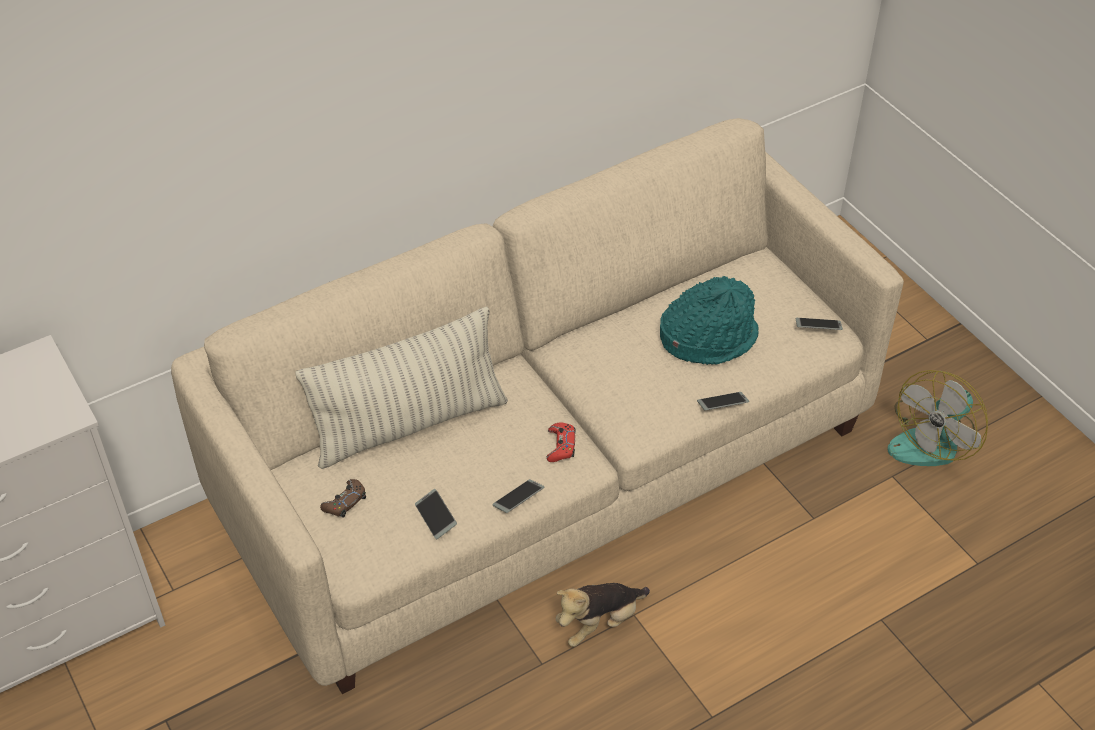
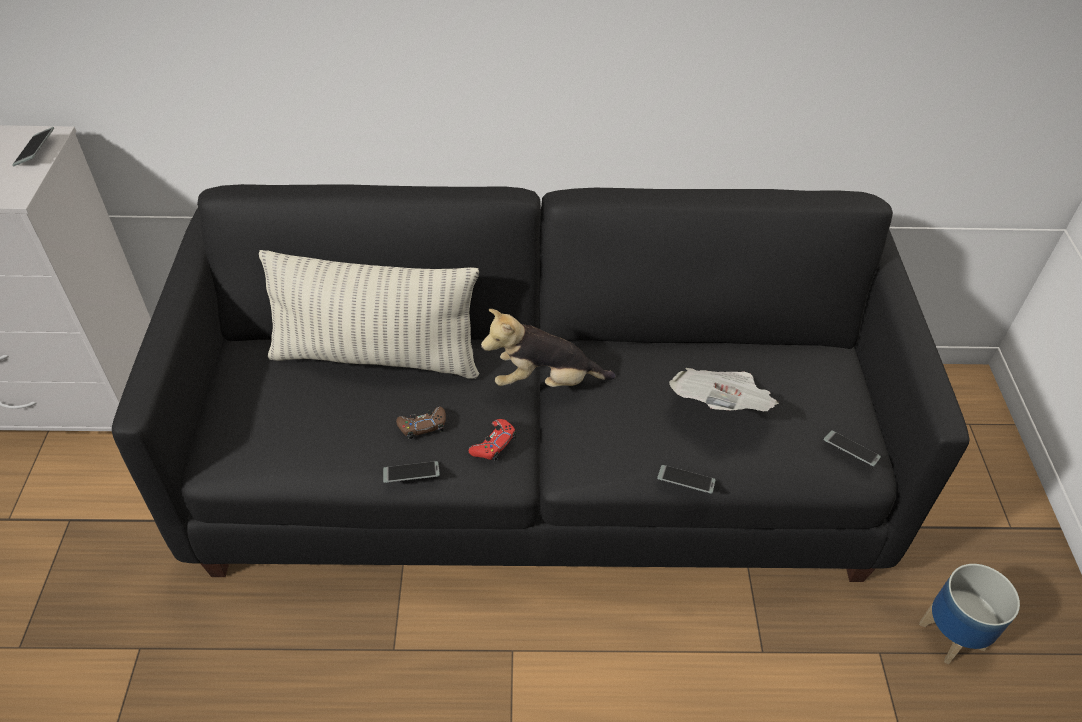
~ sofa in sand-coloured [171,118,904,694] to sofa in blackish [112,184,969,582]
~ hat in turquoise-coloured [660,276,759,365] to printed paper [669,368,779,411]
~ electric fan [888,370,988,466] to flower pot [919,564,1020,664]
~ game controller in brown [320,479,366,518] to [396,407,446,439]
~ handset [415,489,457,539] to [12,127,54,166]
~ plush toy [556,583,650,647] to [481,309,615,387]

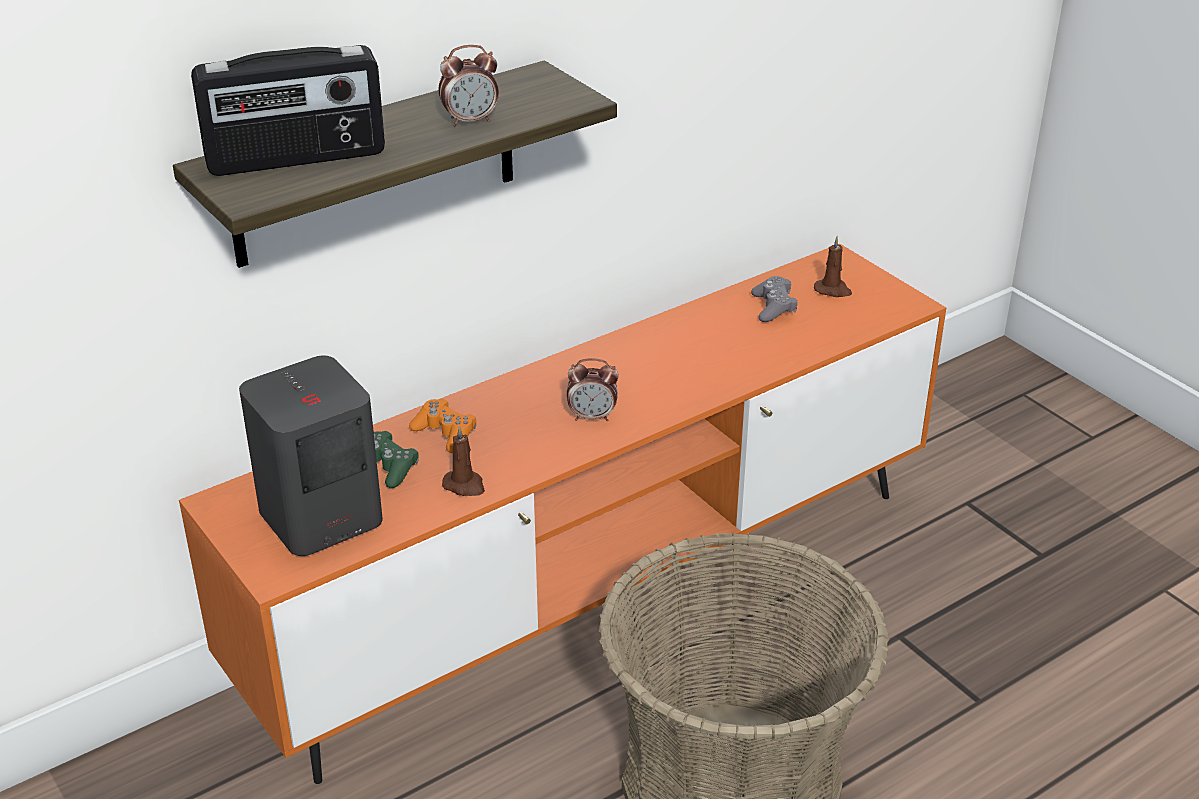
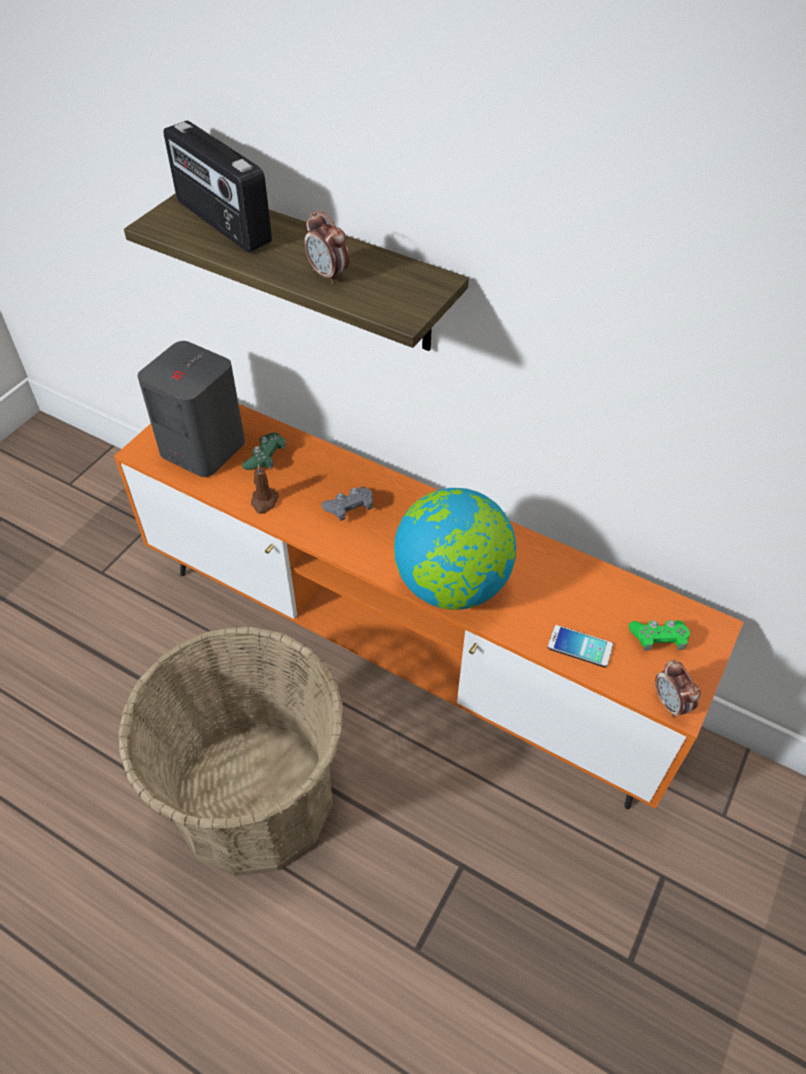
~ wax candle in brown [814,236,852,297] to game controller in greenish [629,620,690,651]
~ game controller in grey [751,276,798,322] to [322,487,373,521]
~ table clock [567,358,619,421] to [655,660,701,718]
- game controller in orange-coloured [409,398,477,453]
+ desk globe [394,488,516,610]
+ handset [548,625,613,667]

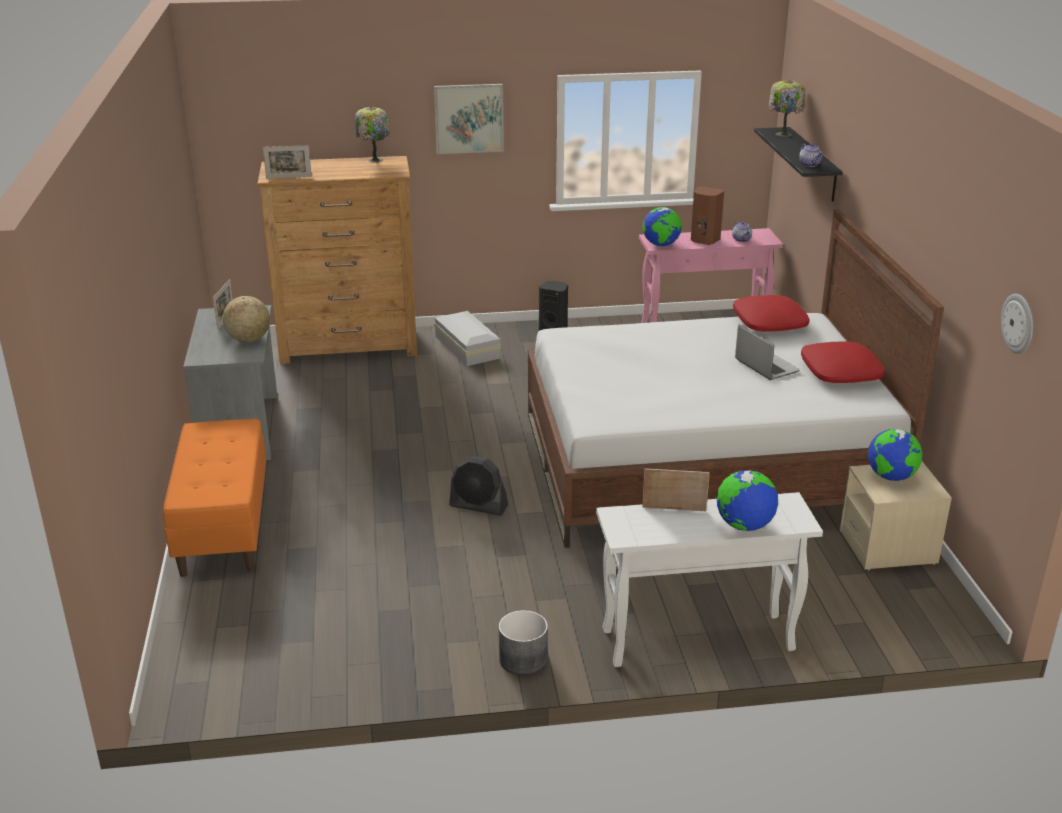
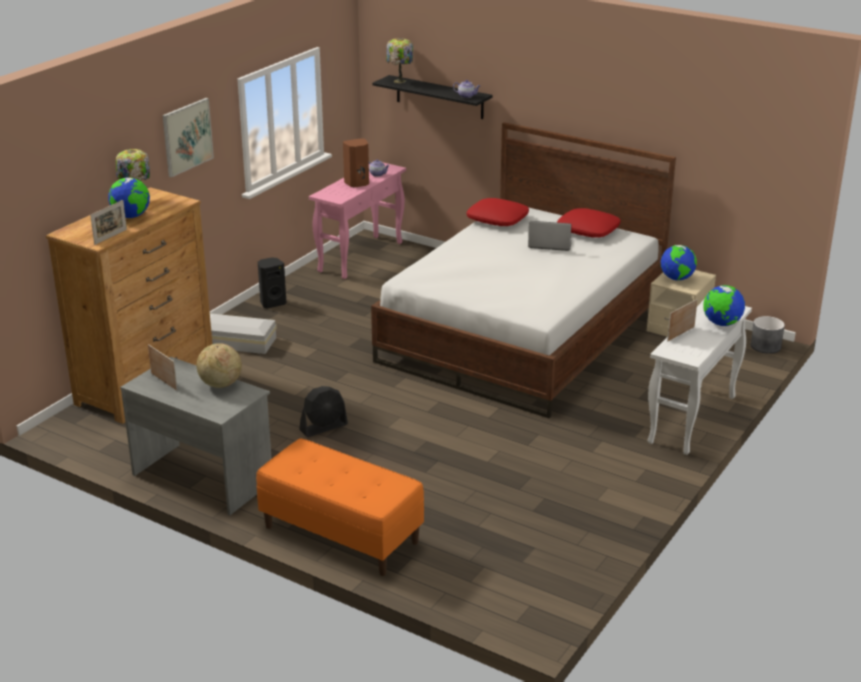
~ desk globe [643,207,682,246] to [108,177,150,218]
- wall clock [1001,294,1033,354]
~ electric fan in blackish [449,456,508,515] to [299,386,348,437]
~ flower pot in grey [499,610,548,675] to [751,316,785,354]

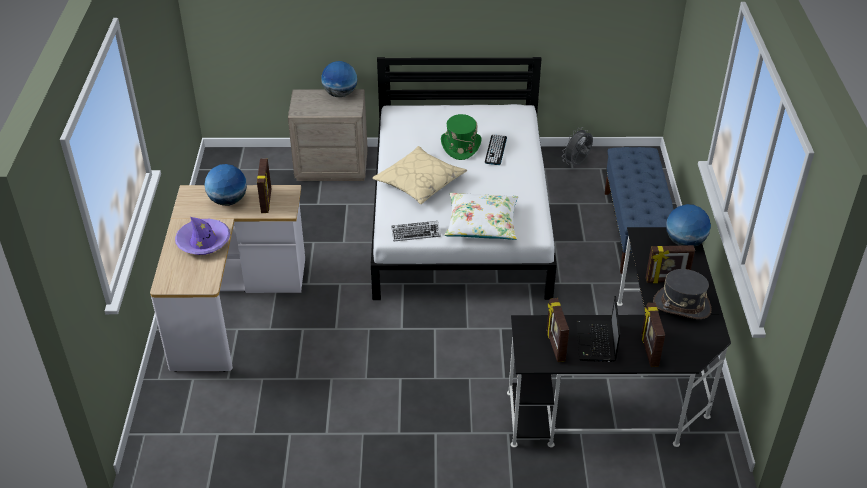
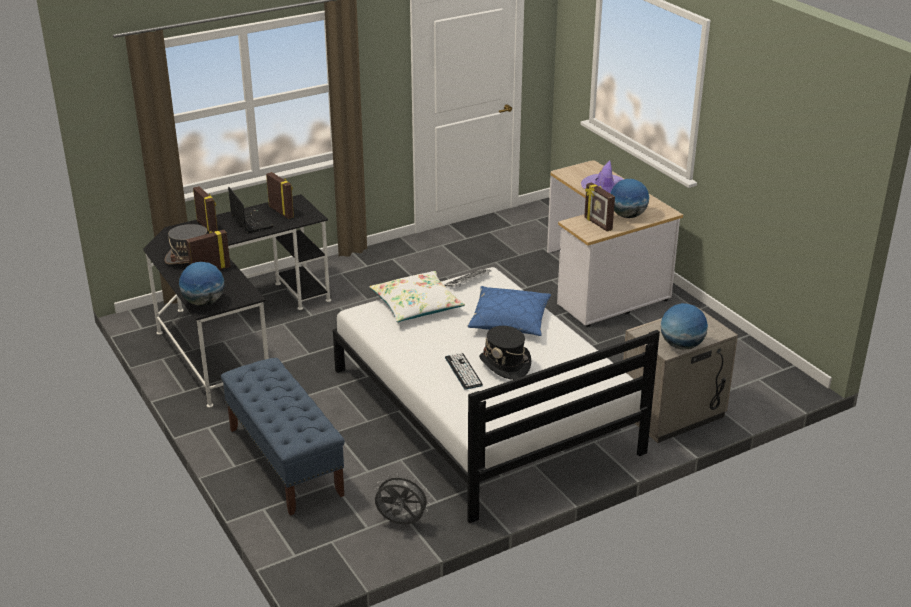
~ hat in greenish [441,114,482,160] to hat in blackish [479,326,531,380]
~ electric fan in grey [562,127,593,166] = [375,473,431,525] 90 degrees counterclockwise
~ cushion in sand-coloured [372,146,467,204] to cushion in blue [467,286,551,336]

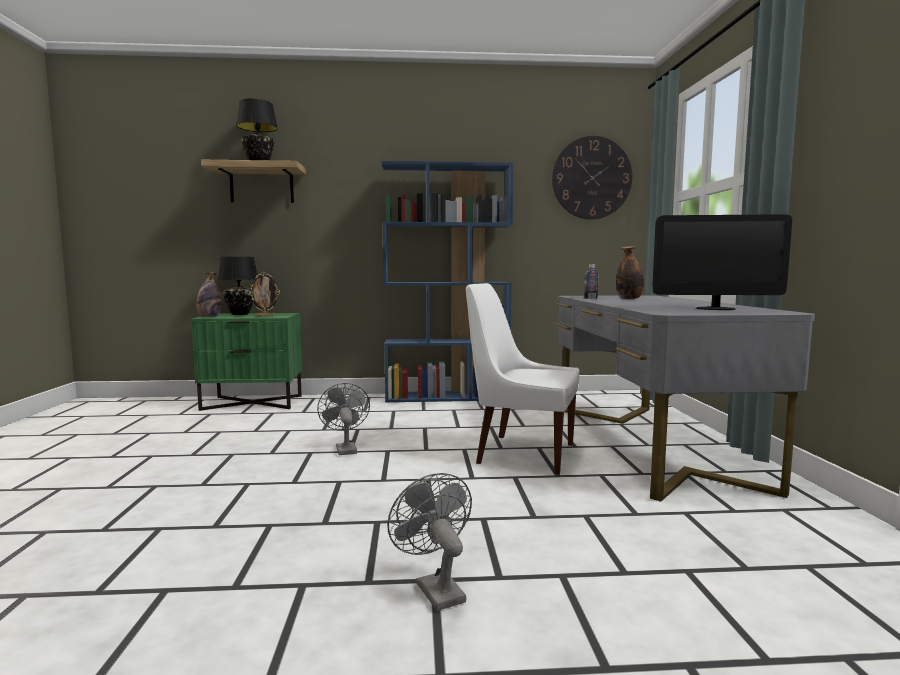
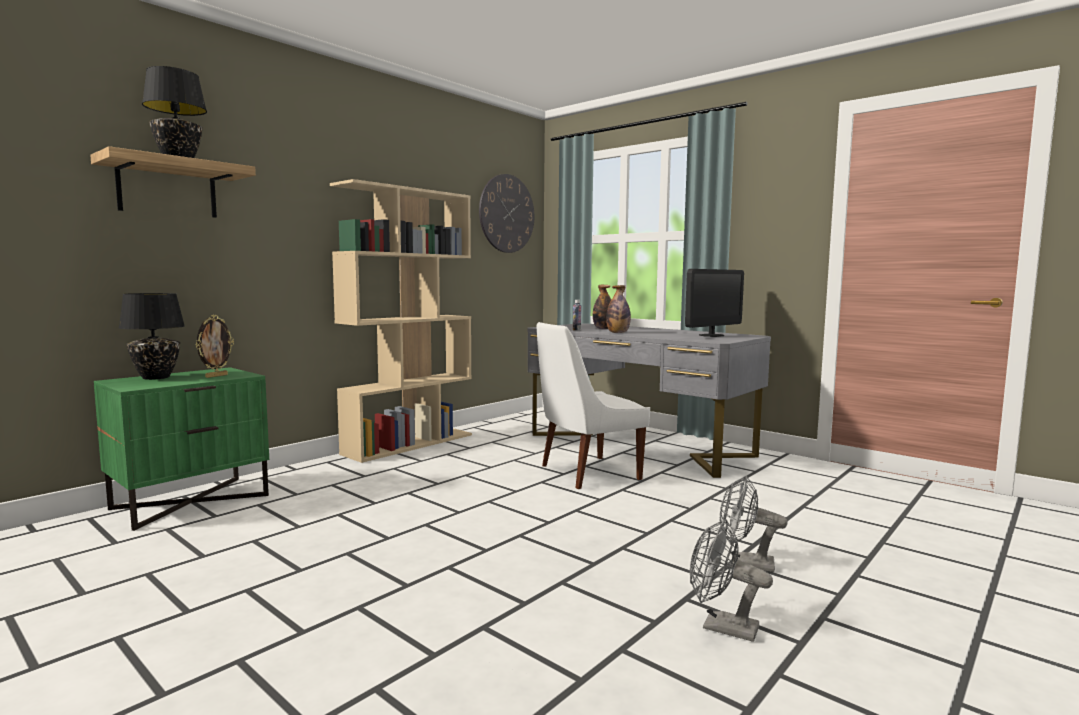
~ bookshelf in blue [382,161,514,402] to bookshelf in sand-coloured [330,179,472,463]
~ bottle [196,272,221,317] to [606,285,631,333]
~ electric fan in grey [317,383,370,455] to [690,519,773,642]

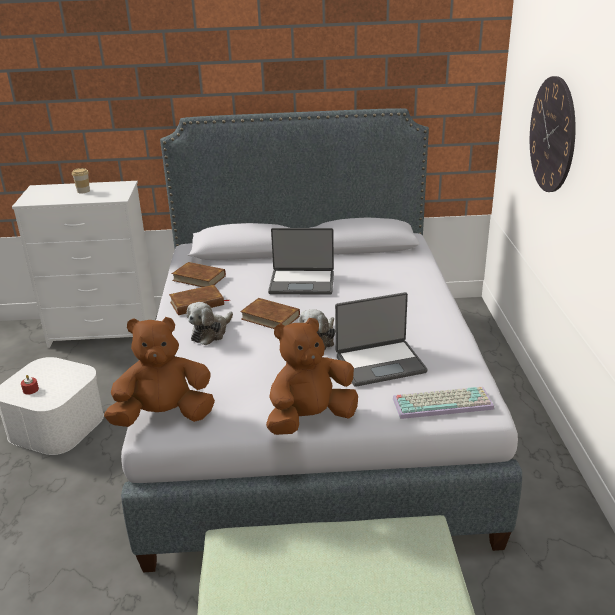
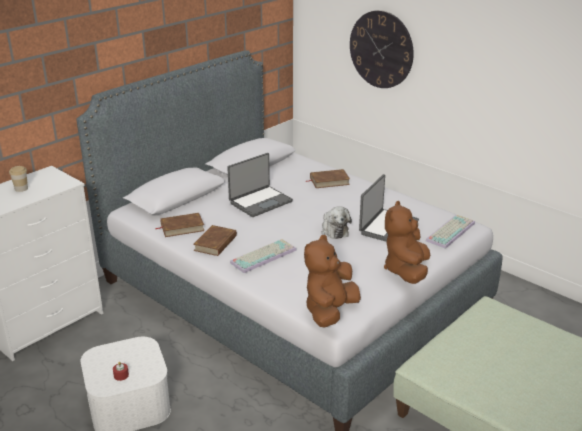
~ book in brown [240,298,300,329] to [305,169,350,188]
~ plush toy [186,302,233,345] to computer keyboard [230,239,297,273]

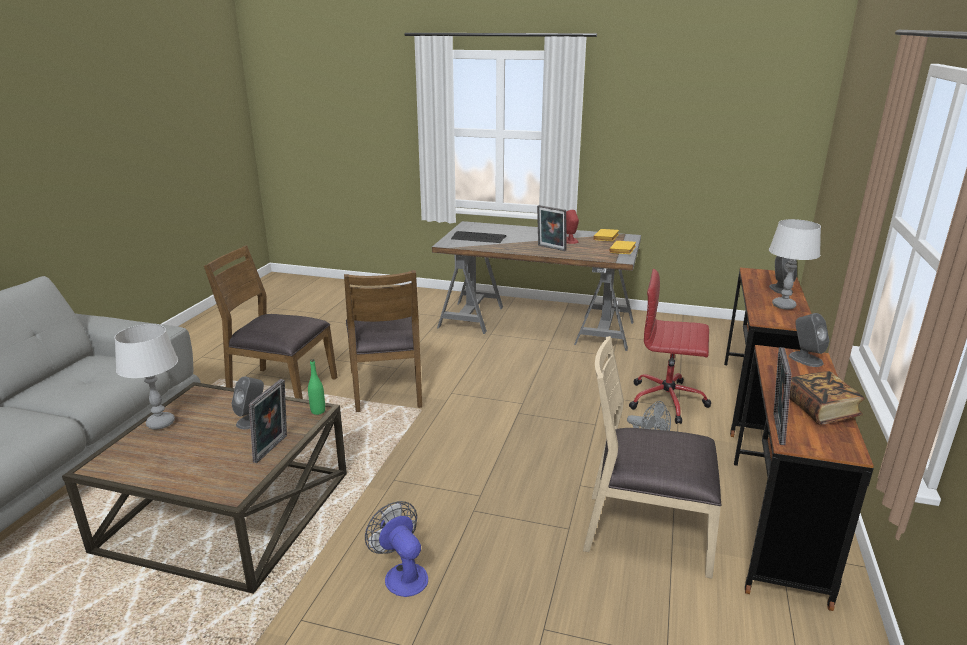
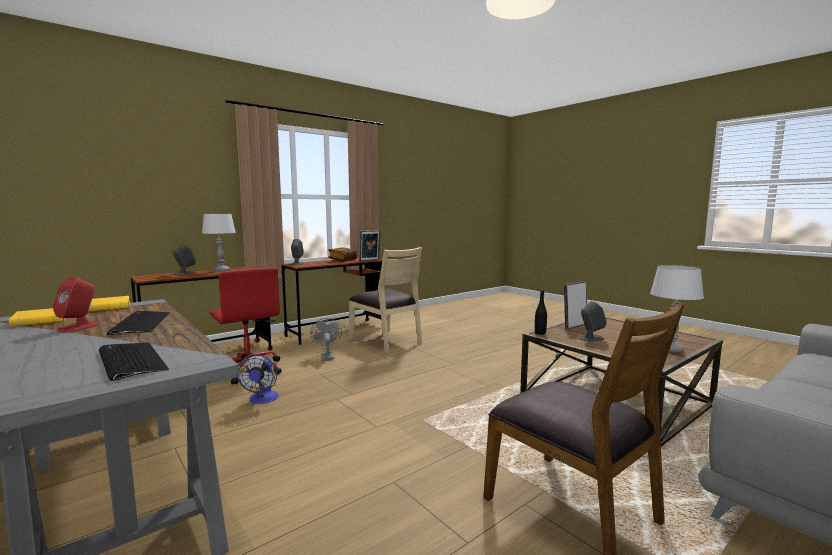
~ picture frame [537,205,566,251] to computer keyboard [107,311,170,335]
- upright chair in brown [344,270,422,412]
~ bottle in greenish [308,359,325,415] to bottle in blackish [535,290,547,335]
~ electric fan [365,501,428,597] to [237,355,279,404]

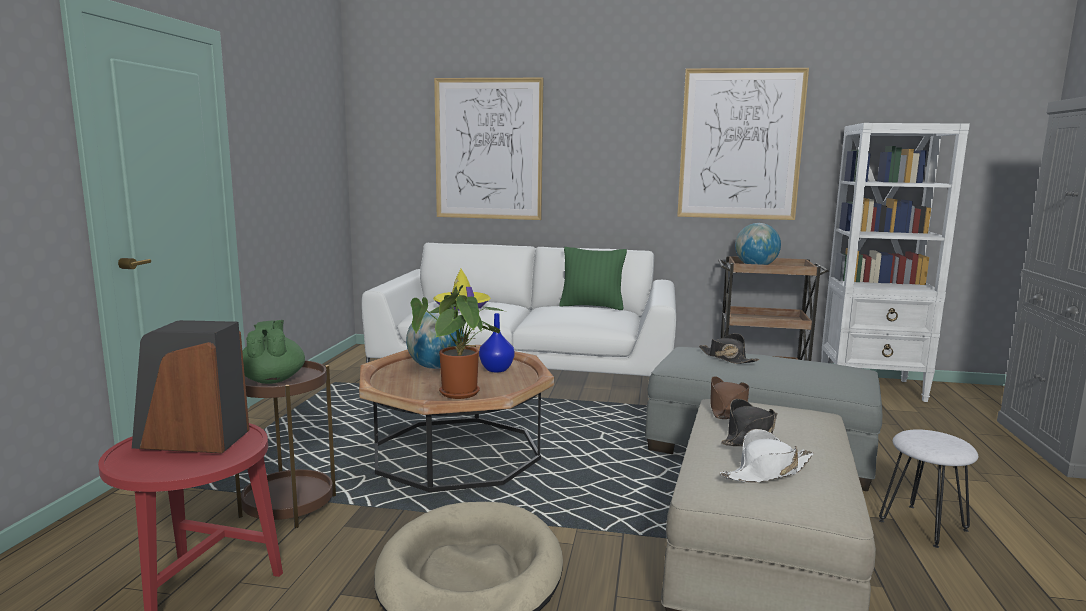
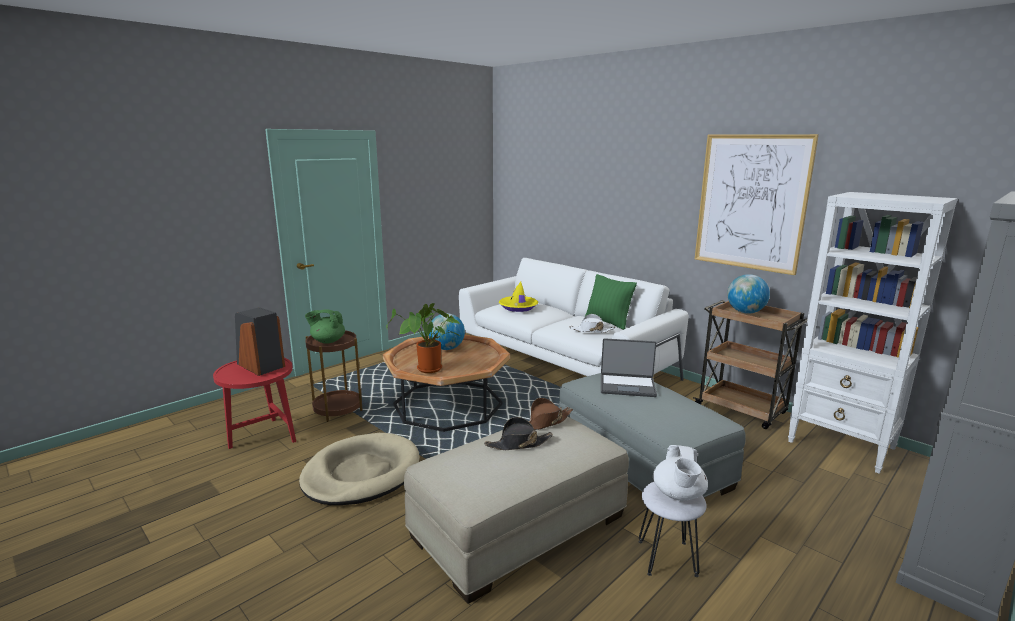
- picture [434,78,543,220]
- decorative vase in blue [479,313,514,372]
~ pot for tea in greenish [242,320,305,384] = [305,309,345,344] 105 degrees counterclockwise
~ hat in blackish [699,333,759,364] to portable computer [601,338,657,397]
~ hat in white-coloured [720,429,814,483] to [569,314,615,333]
+ pot for tea in white-coloured [653,445,708,501]

